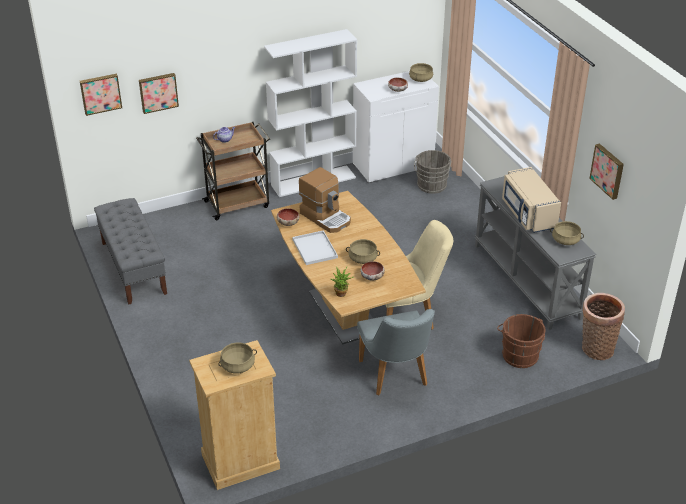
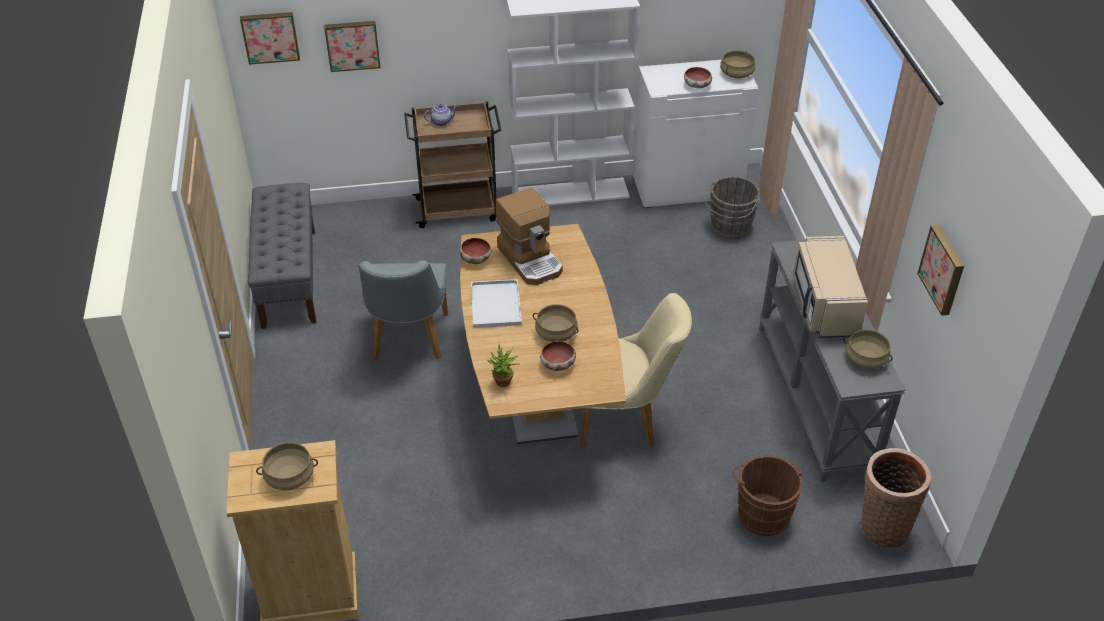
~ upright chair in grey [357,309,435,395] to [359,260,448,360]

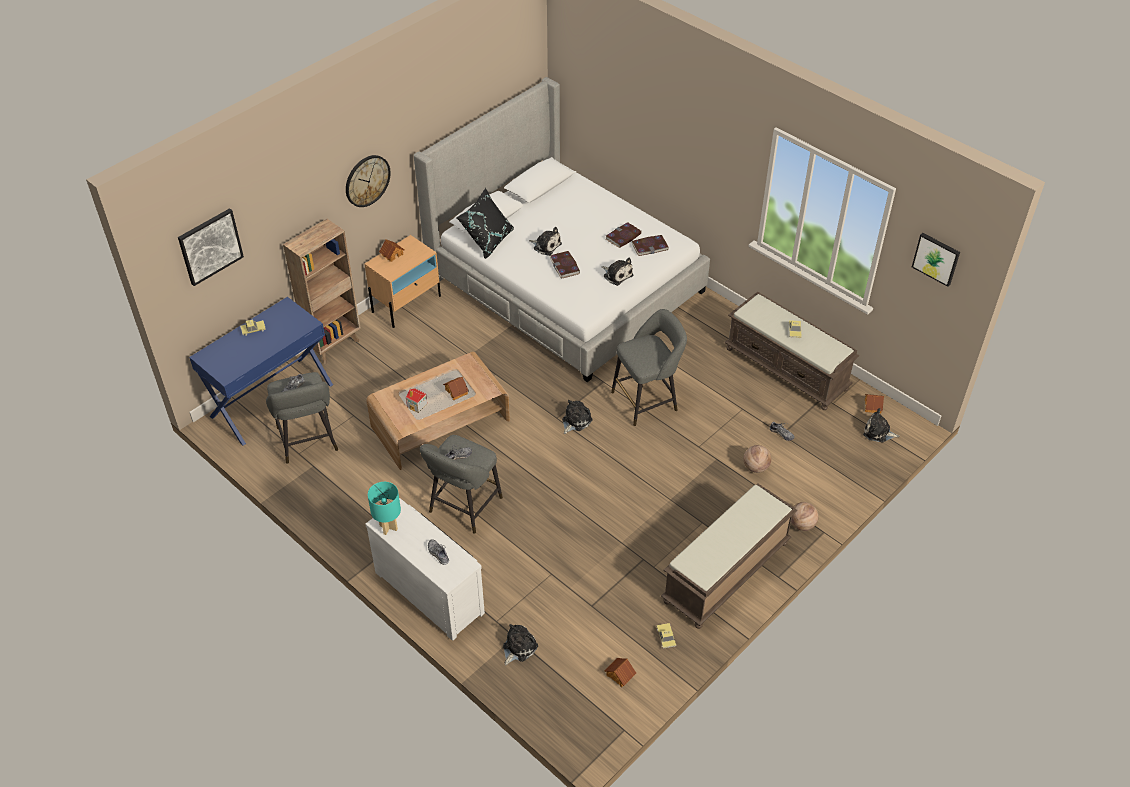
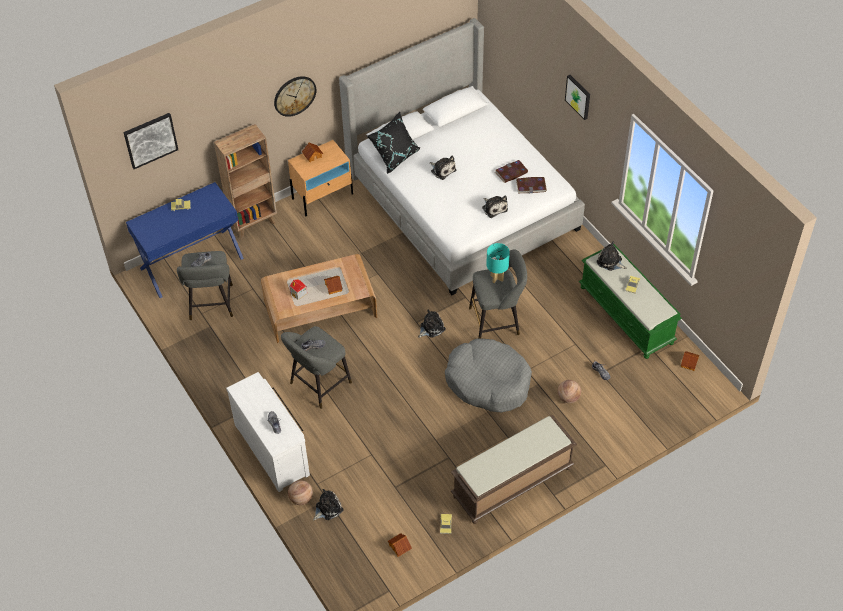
~ picture [912,233,960,287] to [565,75,590,120]
- book [550,251,580,279]
~ long seat in brown [724,292,859,410] to long seat in greenish [579,244,682,359]
~ plush toy [863,408,899,443] to [596,242,627,271]
~ table lamp in turquoise-coloured [368,482,401,535] to [486,243,510,283]
~ ball for basketball [791,502,818,531] to [288,480,313,505]
+ dog bed in grey [445,338,532,412]

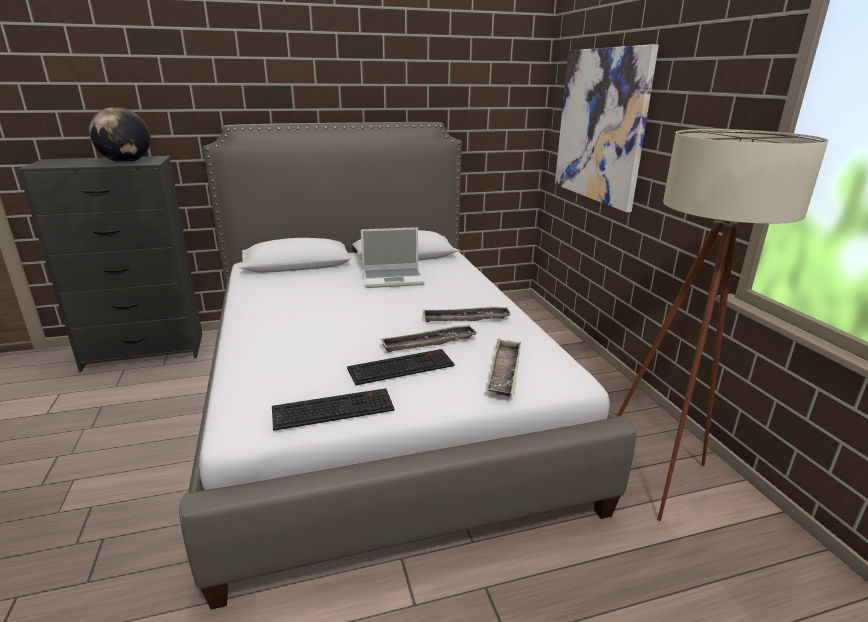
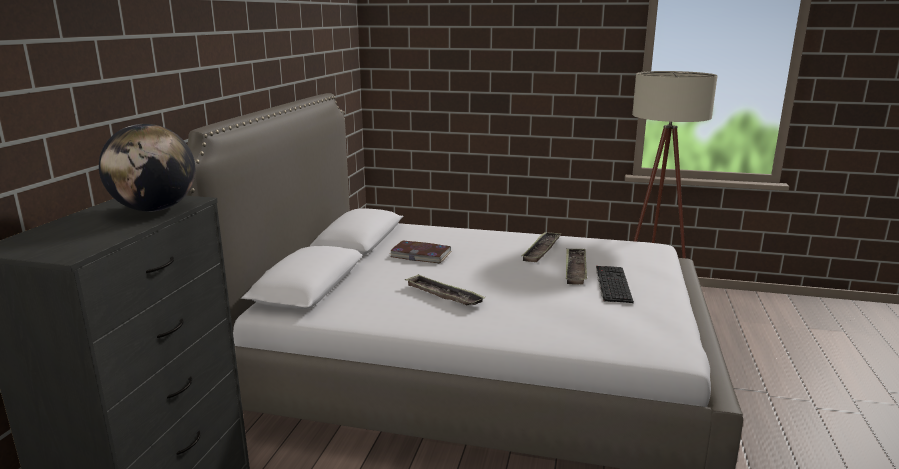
- picture [555,44,659,212]
~ portable computer [361,227,425,288] to book [390,240,451,264]
~ carrying tray [487,339,521,397] to [404,274,486,305]
- computer keyboard [272,388,395,431]

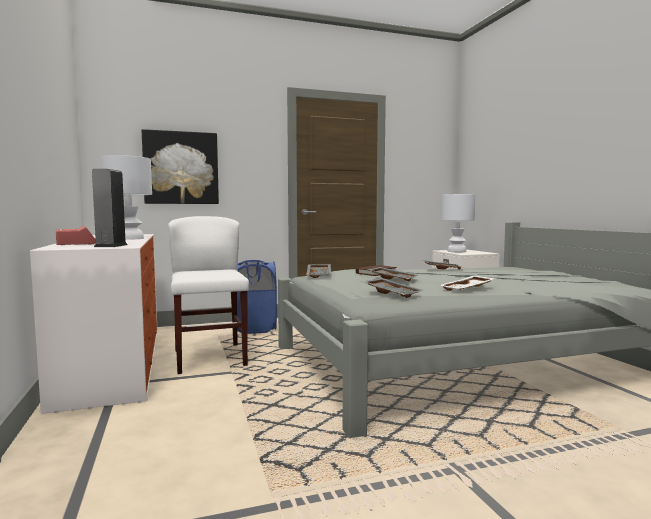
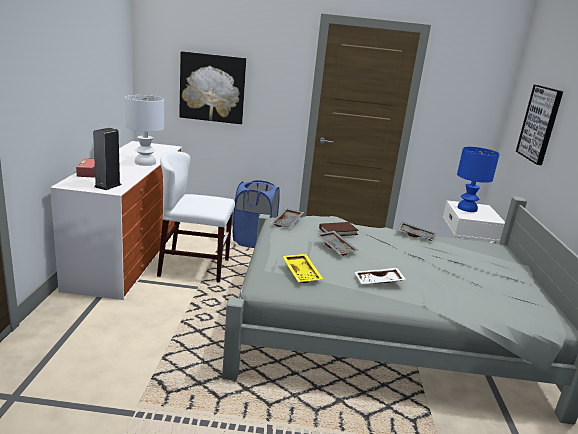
~ table lamp in white-coloured [441,194,475,252] to table lamp in blue [457,147,500,212]
~ upright chair in white-coloured [168,216,249,374] = [157,151,235,283] 90 degrees counterclockwise
~ carrying tray in grey [363,278,422,298] to carrying tray in yellow [283,254,323,283]
+ picture [516,85,563,165]

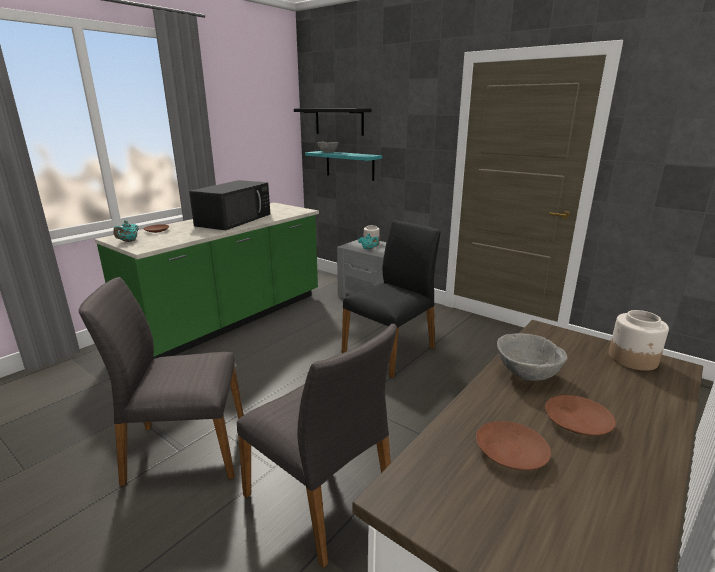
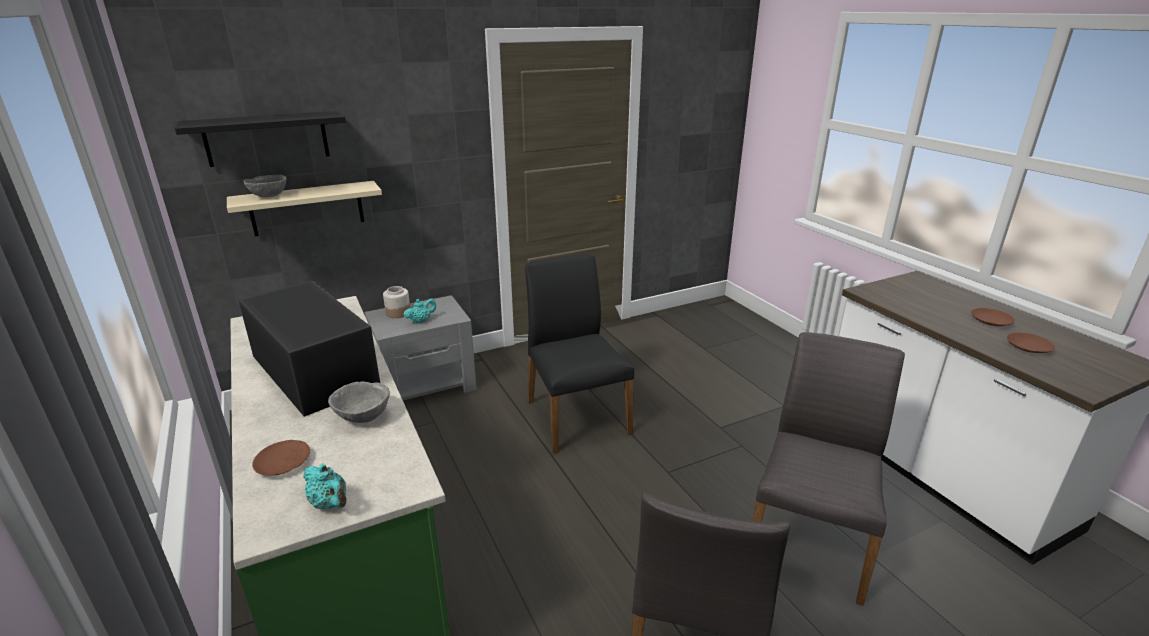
~ bracket shelf in turquoise-coloured [305,151,382,181] to bracket shelf in sand-coloured [227,181,382,237]
- preserve jar [609,310,669,371]
~ upright chair in grey [237,324,397,568] = [753,332,905,606] 45 degrees counterclockwise
~ bowl in grey [497,333,567,381] to [328,381,390,423]

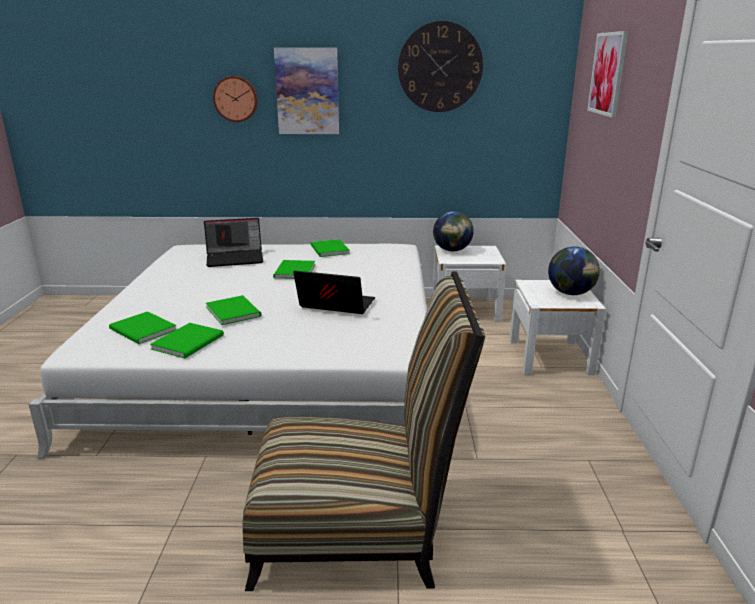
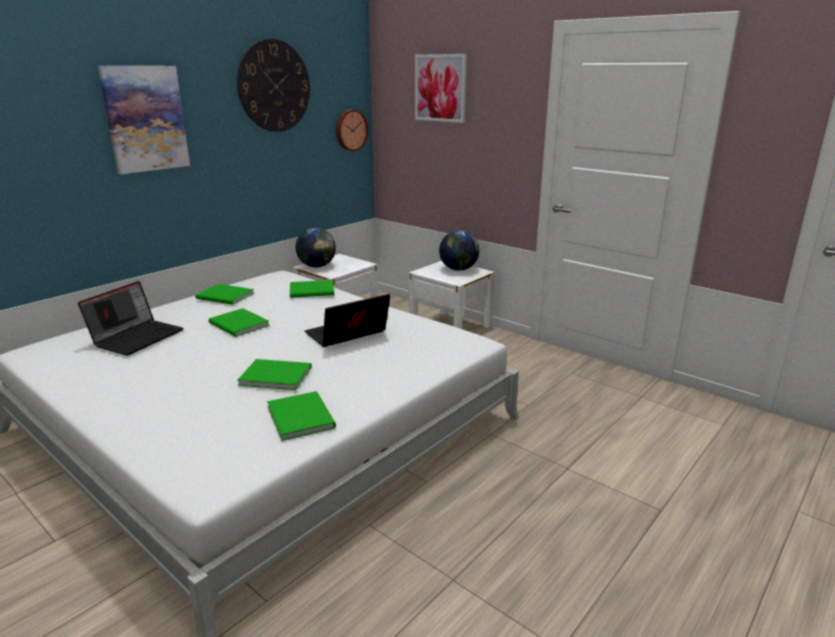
~ wall clock [213,76,258,122] to [336,109,368,151]
- upright chair [243,271,485,591]
~ book in greenish [109,311,177,344] to [290,280,334,298]

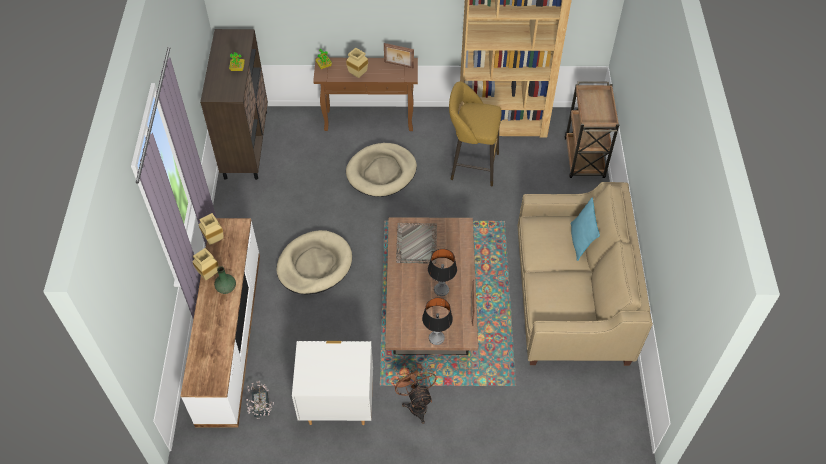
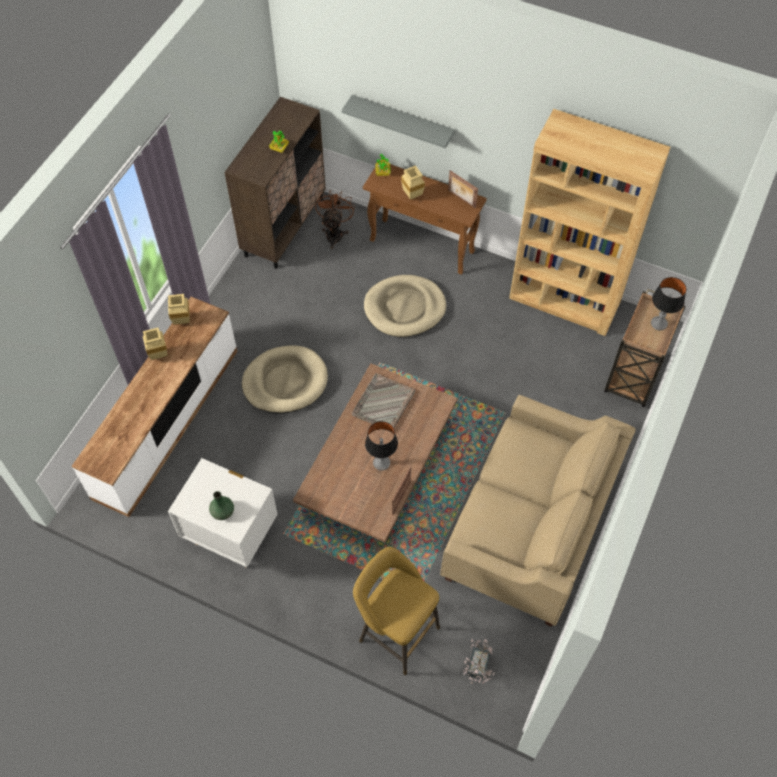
~ stool seat in yellow [449,81,502,186] to [353,547,440,675]
- cushion in turquoise-coloured [571,198,600,261]
~ decorative vase in greenish [214,266,236,294] to [209,491,234,520]
~ table lamp [422,298,453,345] to [651,277,686,330]
~ electric fan in brown [393,364,437,424] to [315,189,355,249]
~ plant in a pot [246,381,274,419] to [463,639,495,684]
+ bracket shelf in grey [342,95,455,148]

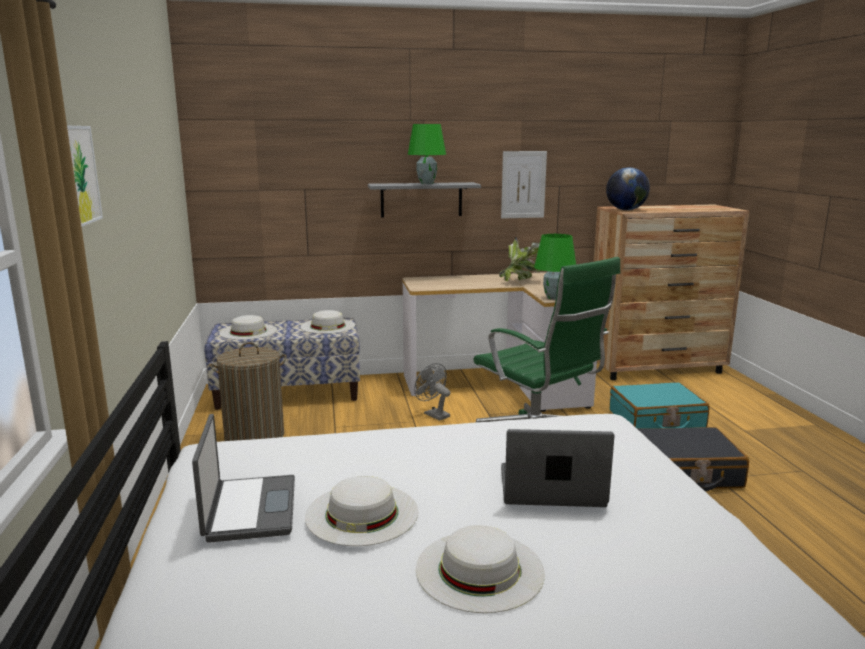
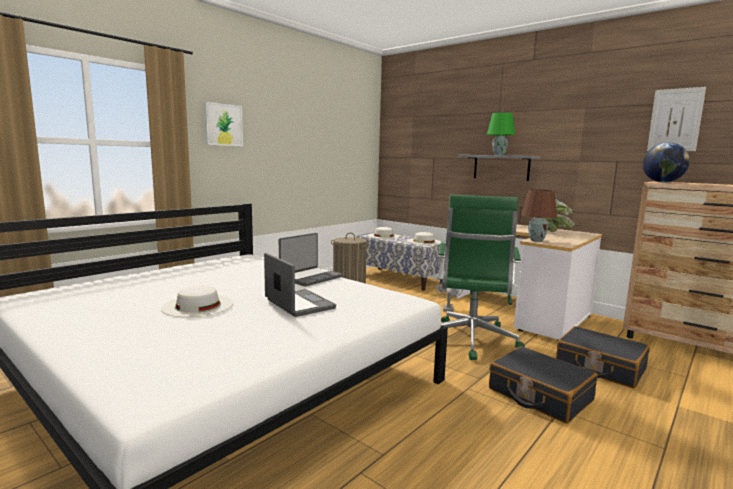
~ picture [501,151,547,218] to [647,87,706,151]
~ table lamp in greenish [534,234,576,300] to table lamp in brown [521,189,557,242]
~ travel case in turquoise-coloured [610,382,710,429] to travel case in blackish [556,326,650,388]
~ portable computer [192,414,295,543] to [279,233,343,287]
- hat in white-coloured [305,476,418,546]

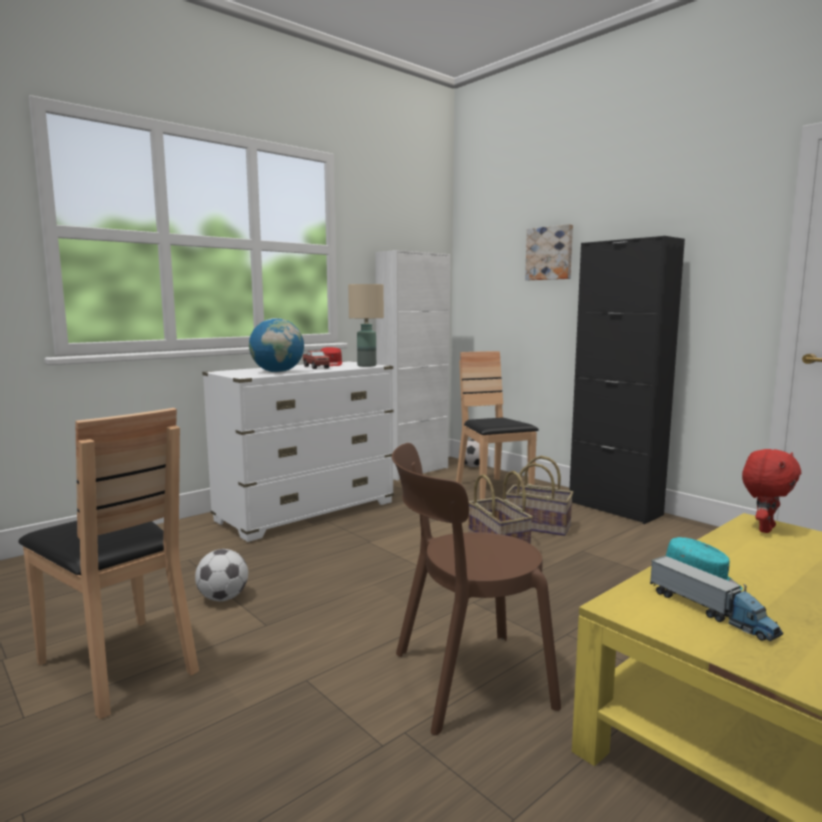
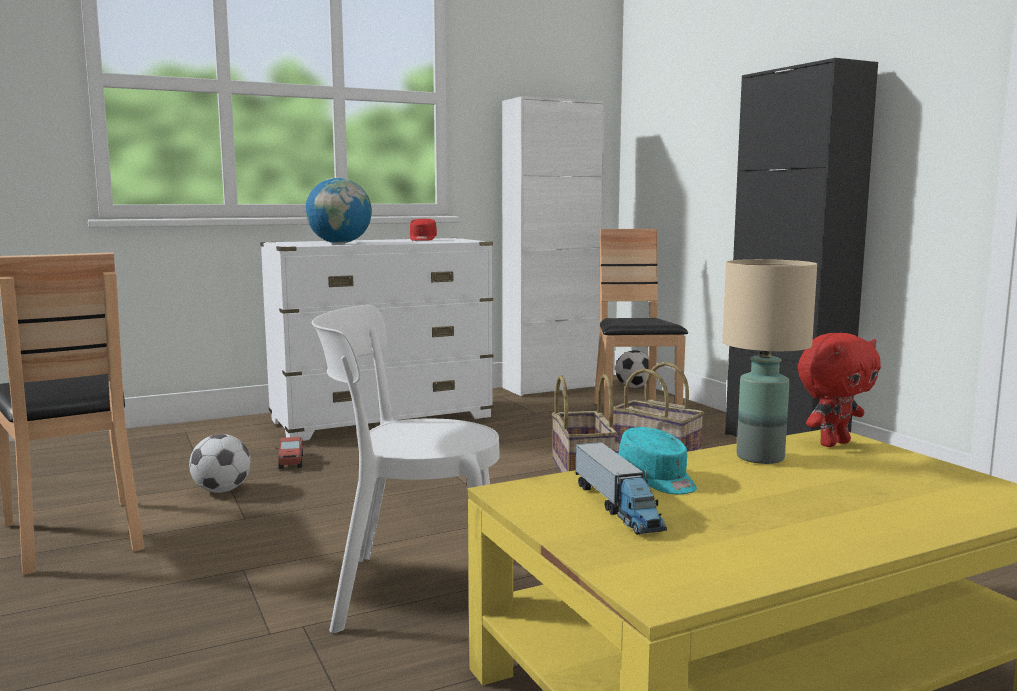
- picture [525,224,573,280]
~ table lamp in sand-coloured [348,284,384,367] to [722,259,817,464]
~ model truck [303,350,330,369] to [276,437,304,469]
~ upright chair in brown [392,443,561,735] to upright chair in white-coloured [312,305,500,633]

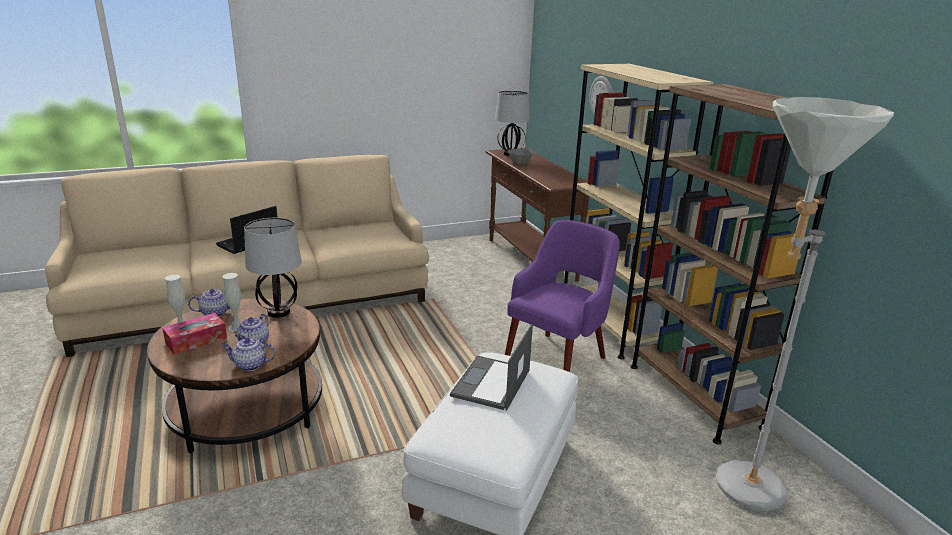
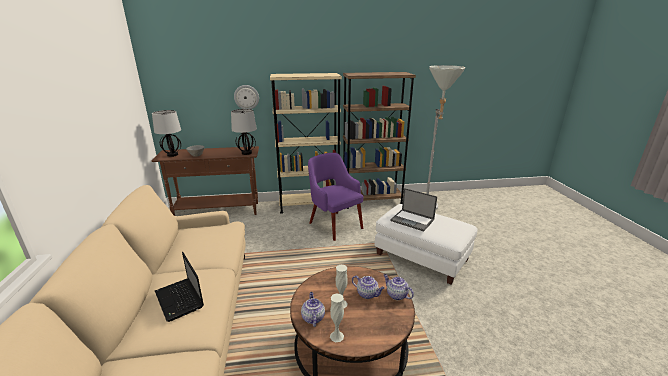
~ table lamp [244,218,302,318] to [231,109,257,155]
- tissue box [162,313,227,355]
~ pot for tea [222,337,276,371] = [384,274,414,300] 120 degrees clockwise

